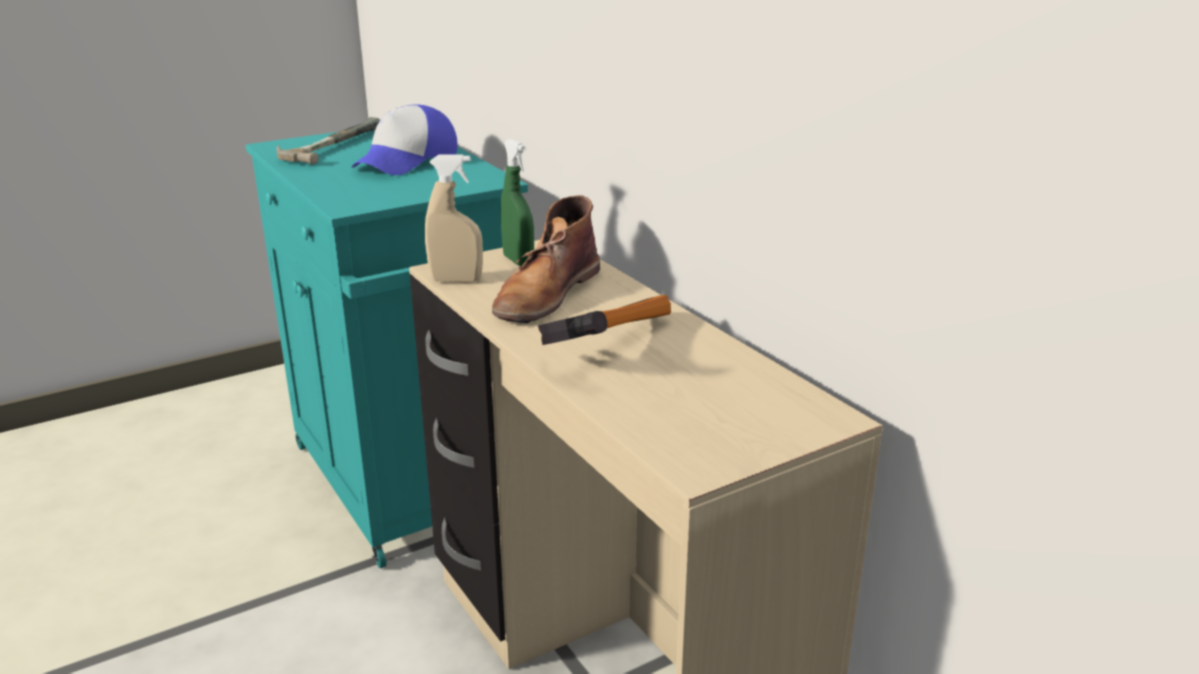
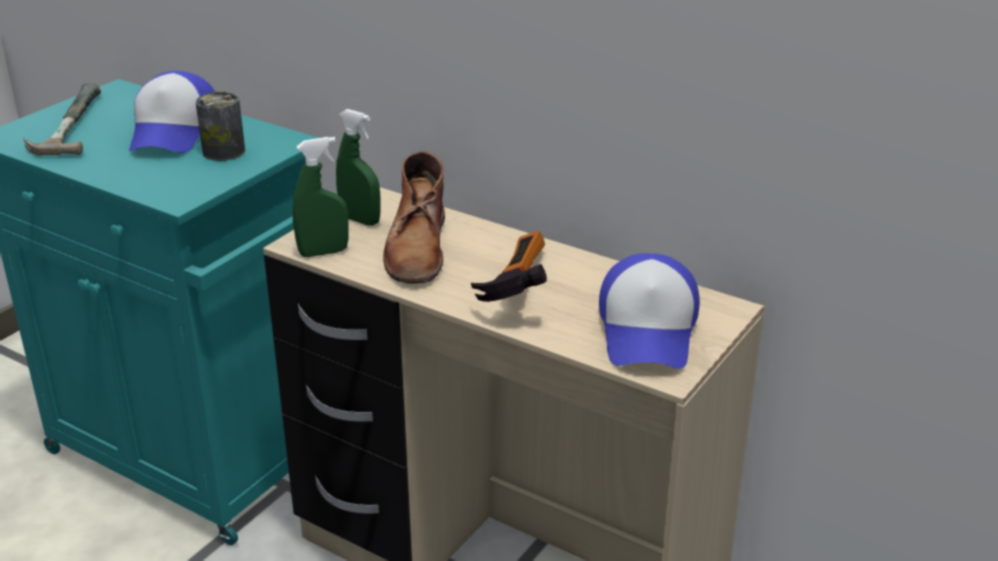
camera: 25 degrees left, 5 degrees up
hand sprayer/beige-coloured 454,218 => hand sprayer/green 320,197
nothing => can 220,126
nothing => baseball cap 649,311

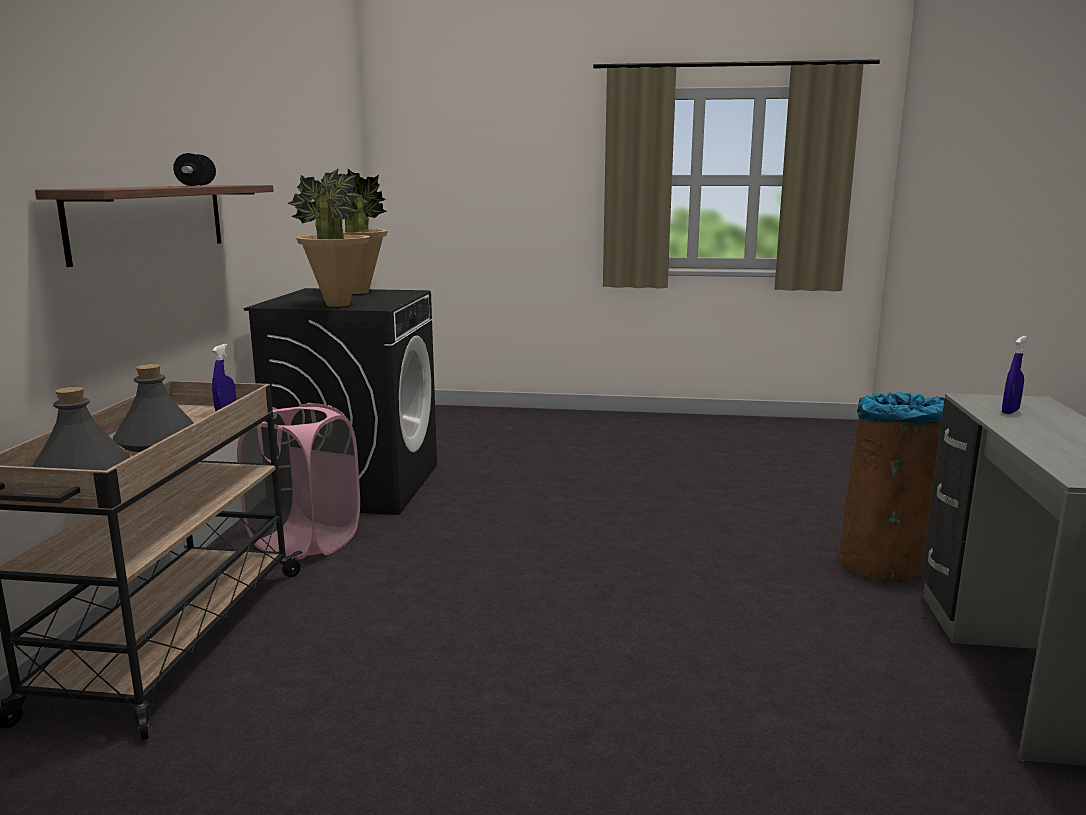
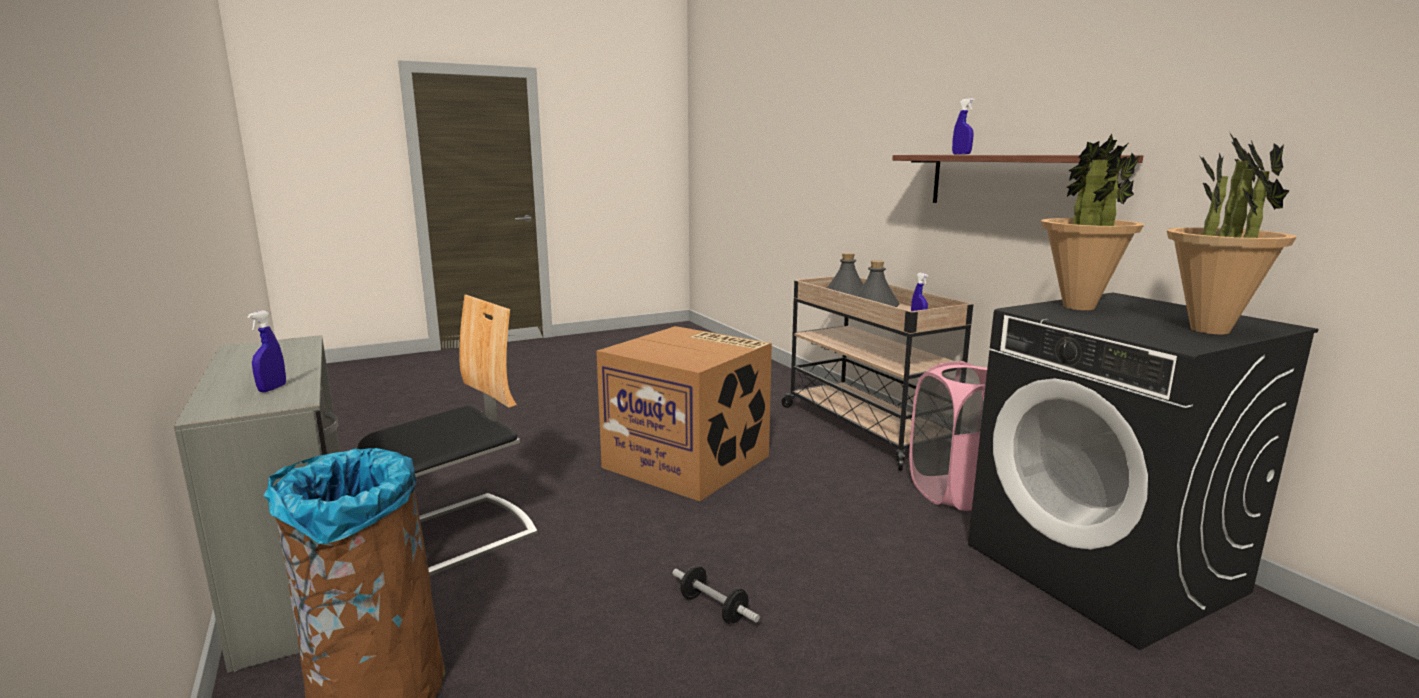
camera: 145 degrees right, 0 degrees up
free weight 194,169 => free weight 716,595, move
nothing => hand sprayer/bluish 963,126
nothing => plain chair 447,435
nothing => packing box 684,413

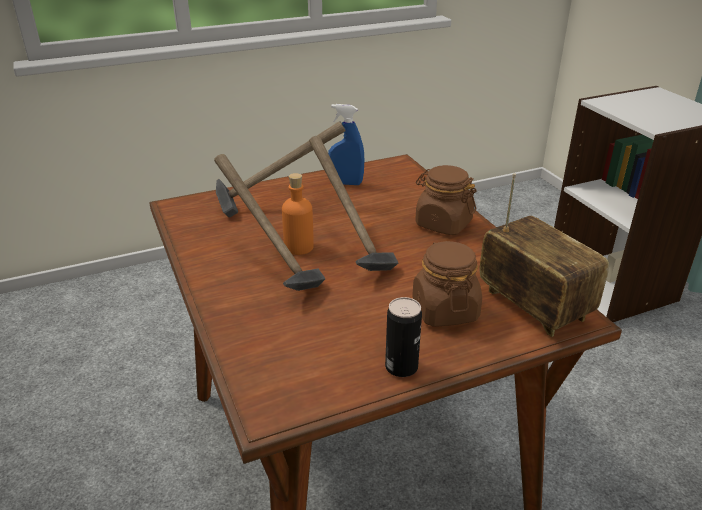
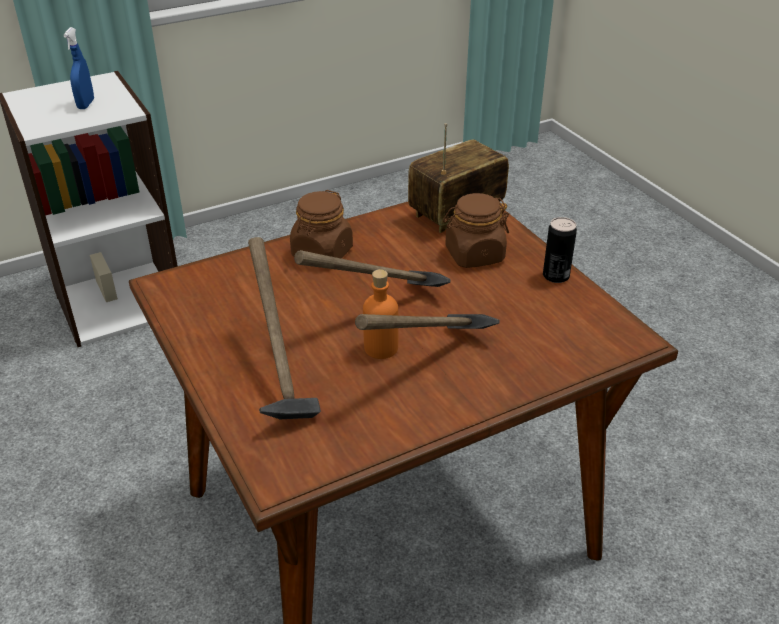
camera: 95 degrees left, 5 degrees up
hand sprayer/bluish 346,144 => hand sprayer/bluish 78,68, move

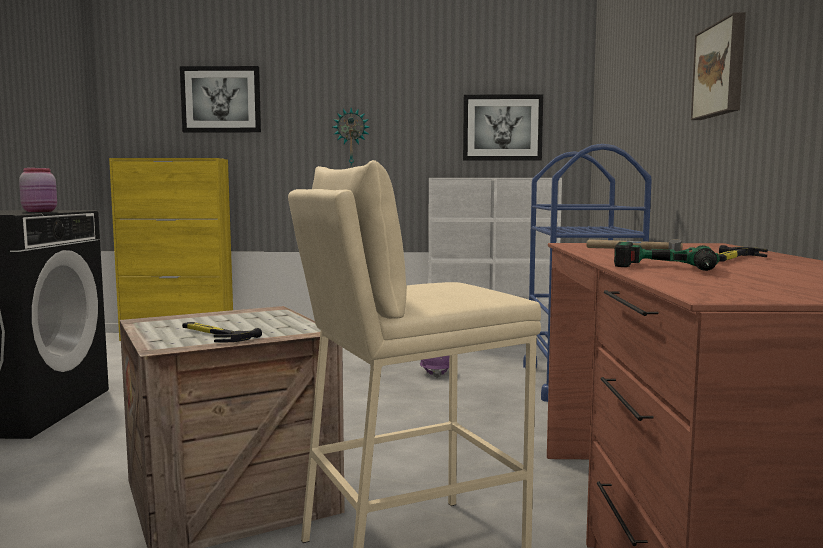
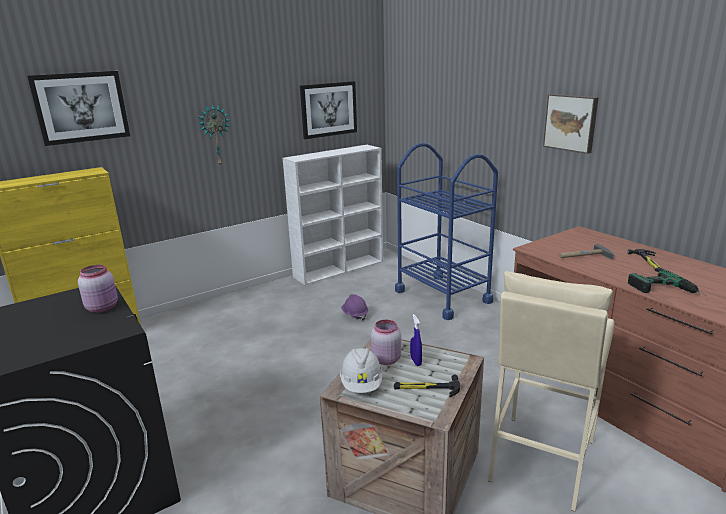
camera: 35 degrees left, 15 degrees up
nothing => hand sprayer/bluish 416,340
nothing => storage jar/pink-coloured 386,342
nothing => safety helmet/whitish 361,370

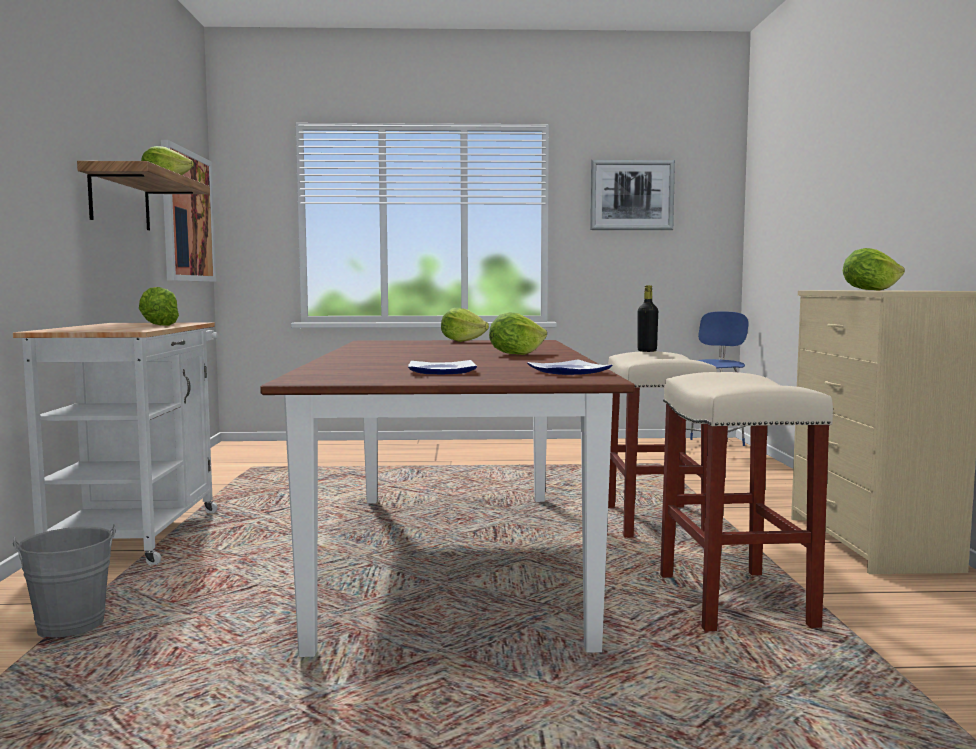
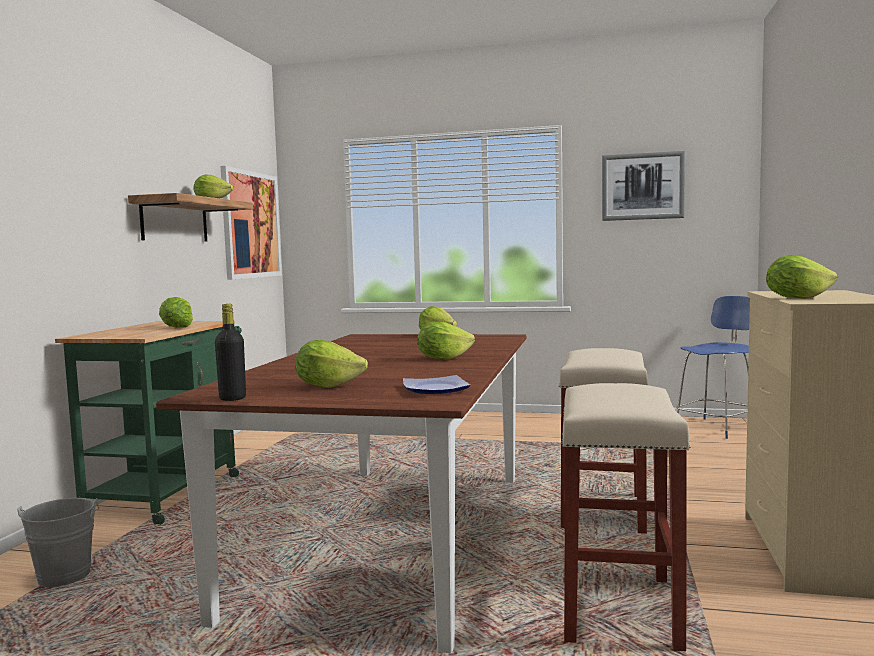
camera: 15 degrees right, 0 degrees up
beverage bottle/black 647,318 => beverage bottle/black 230,352, move
cart/whitish 115,443 => cart/green 148,423
dinner plate 442,367 => head of lettuce 331,364

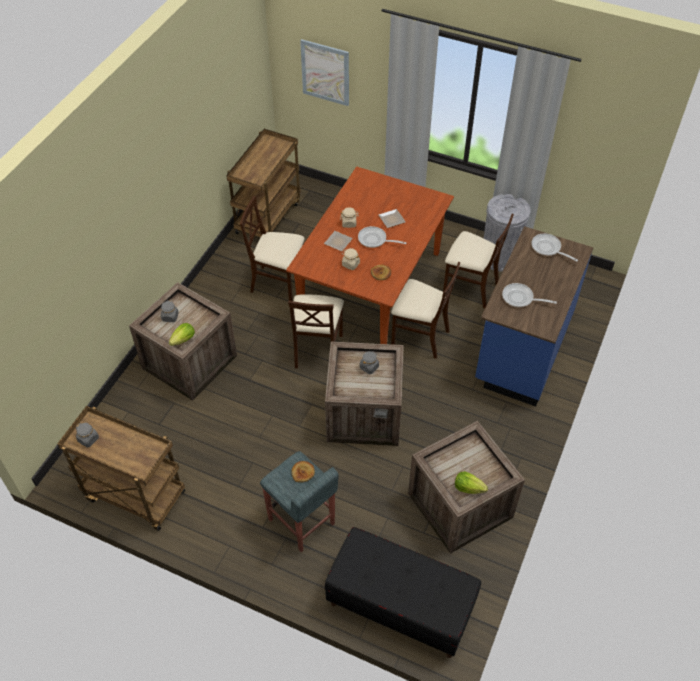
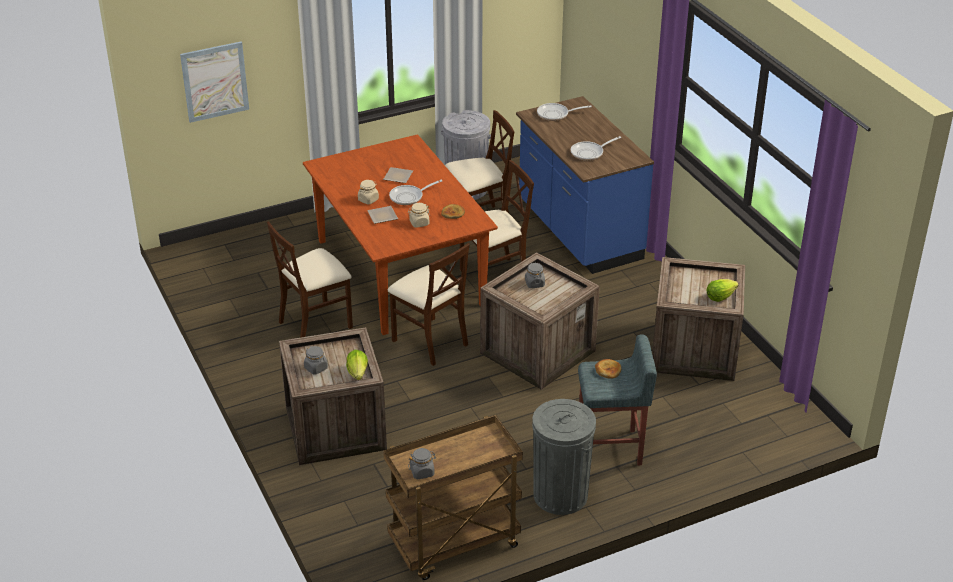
camera: 50 degrees left, 15 degrees down
cart/brownish 263,183 => nothing
indoor bench/black 403,592 => nothing
nothing => trash can/gray 564,457

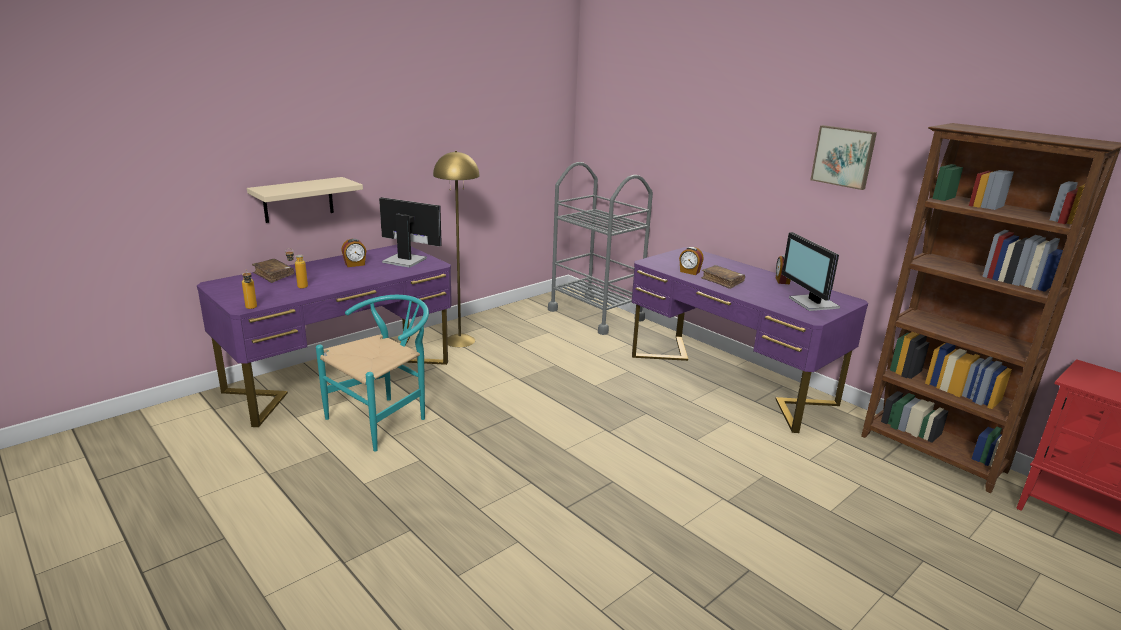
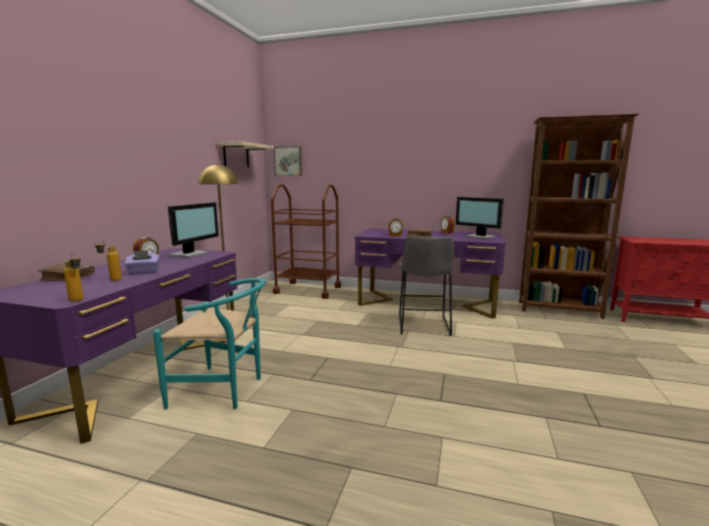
camera: 30 degrees left, 10 degrees down
wall picture 843,157 => wall picture 288,161, move
cart/gray 600,248 => cart/brownish 306,241
shelf/beige-coloured 305,200 => shelf/beige-coloured 246,154, move
monitor 410,232 => monitor 193,230, 120 degrees clockwise
plain chair/turquoise-coloured 372,373 => plain chair/turquoise-coloured 209,344, 90 degrees clockwise
nothing => stool/gray 426,286
nothing => tissue box/purple-coloured 142,262

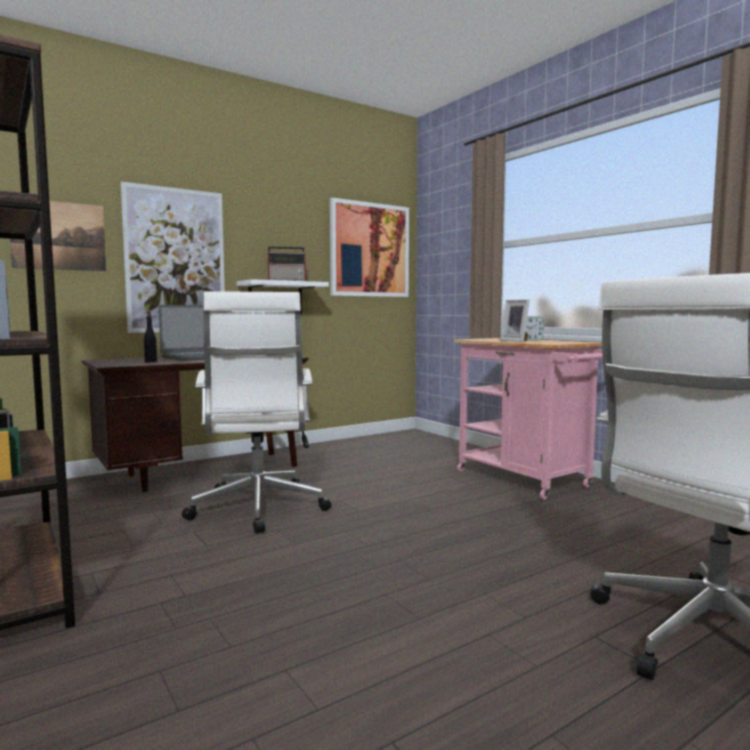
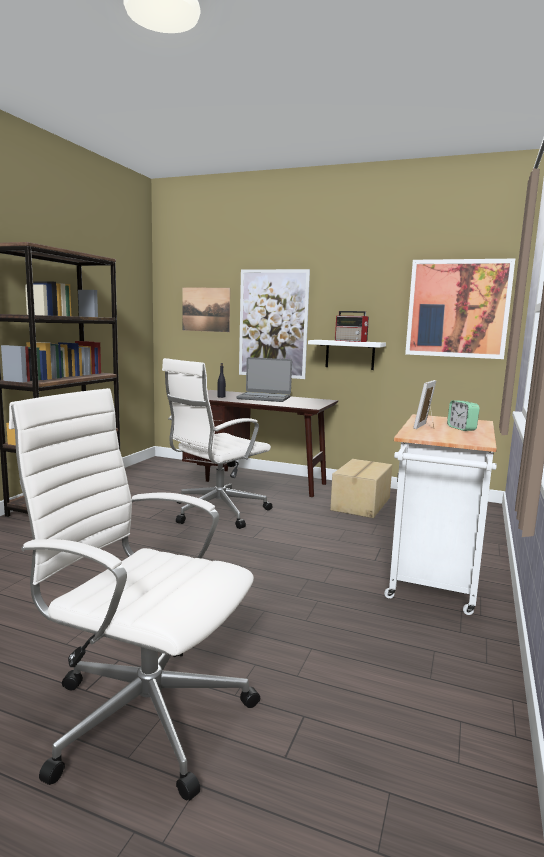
camera: 55 degrees right, 5 degrees up
cart/pink-coloured 528,419 => cart/whitish 440,514
nothing => packing box 361,488

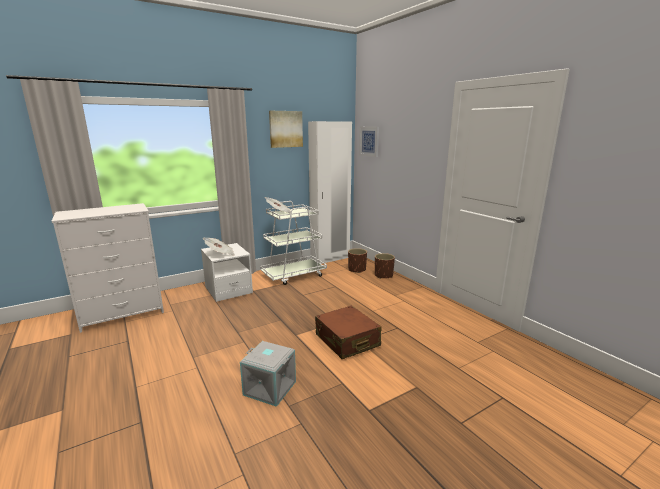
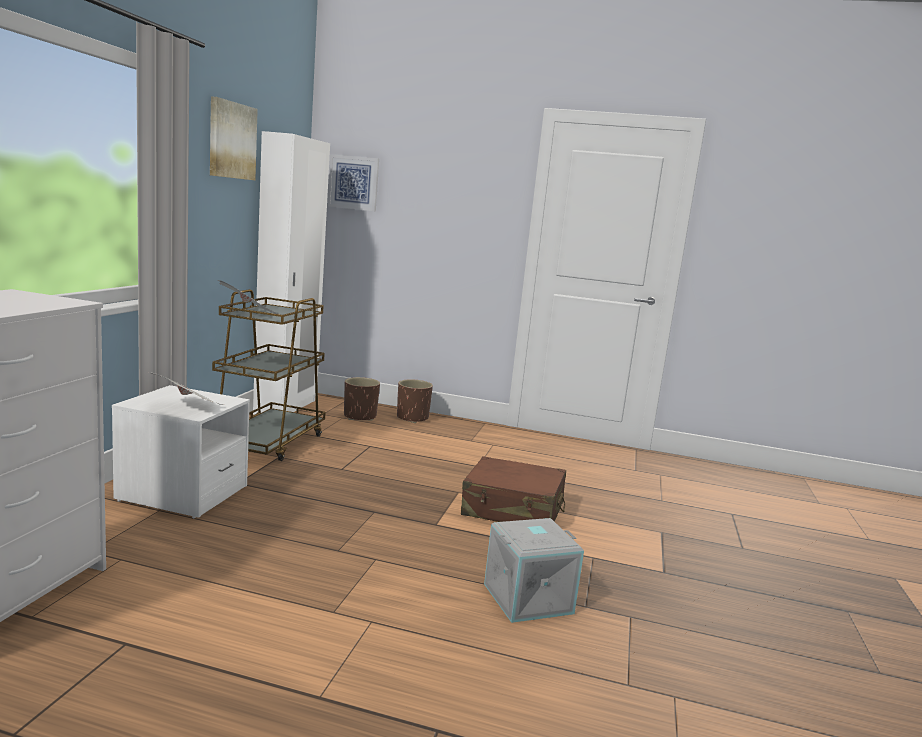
camera: 45 degrees left, 5 degrees down
cart/whitish 293,243 => cart/brownish 269,375

